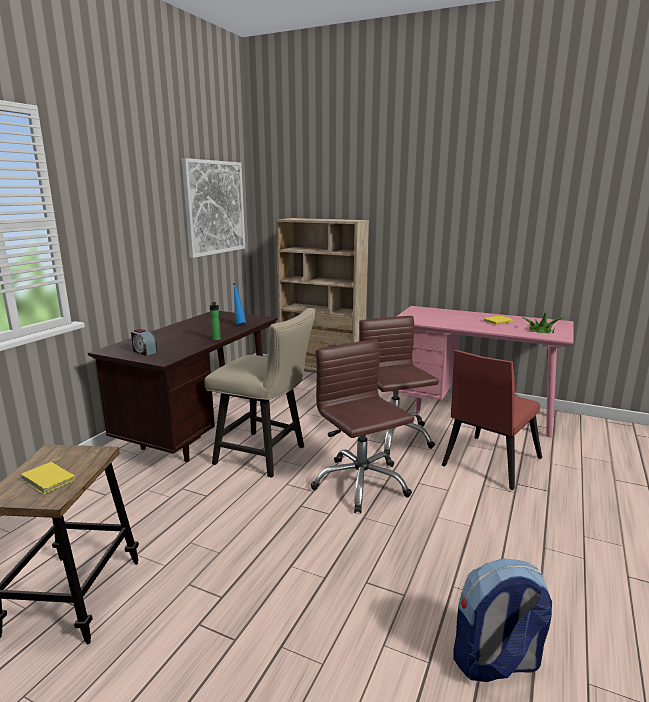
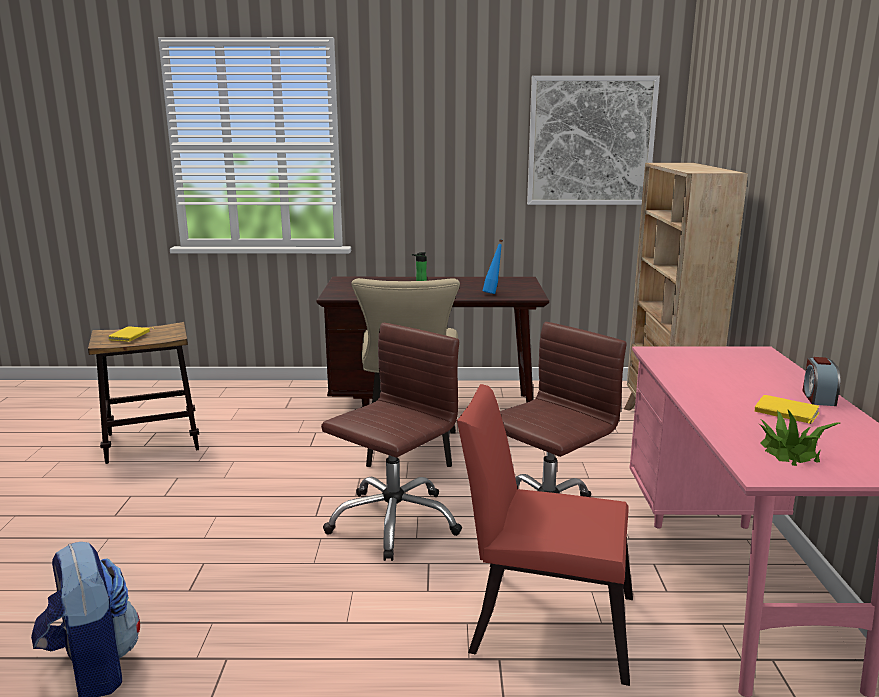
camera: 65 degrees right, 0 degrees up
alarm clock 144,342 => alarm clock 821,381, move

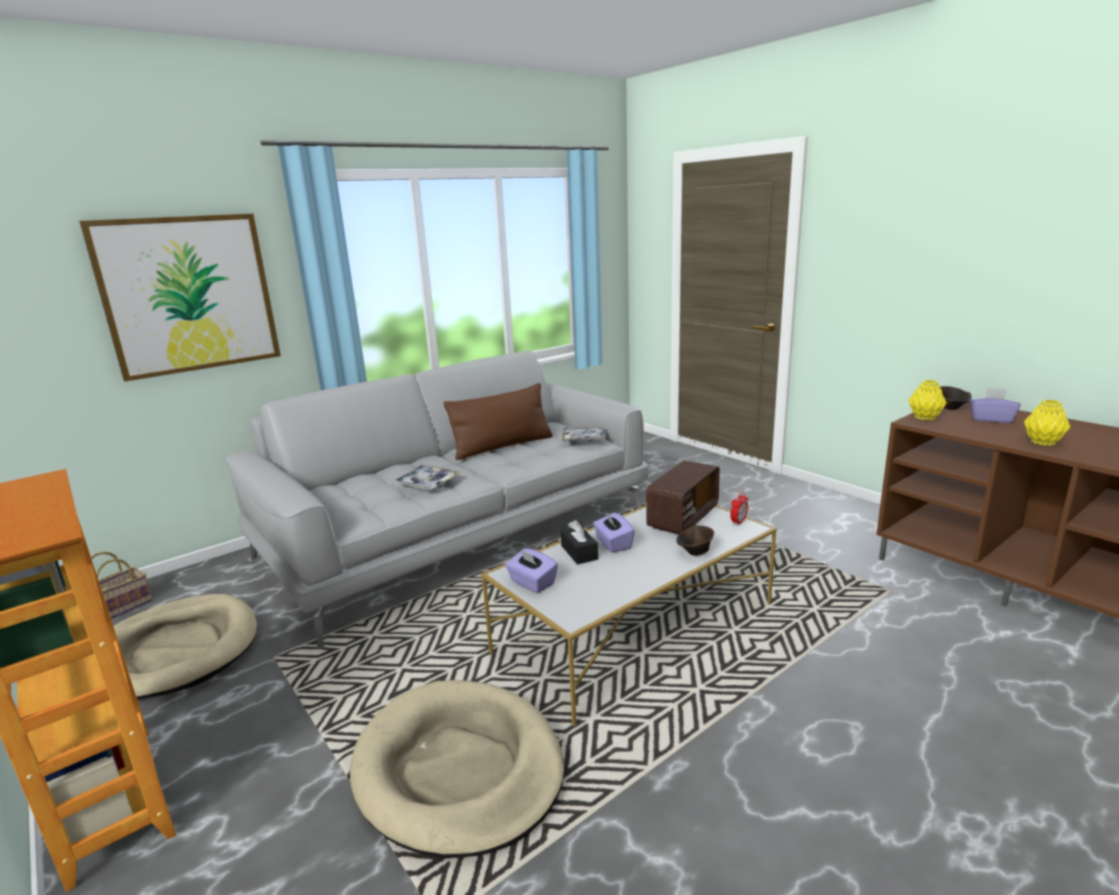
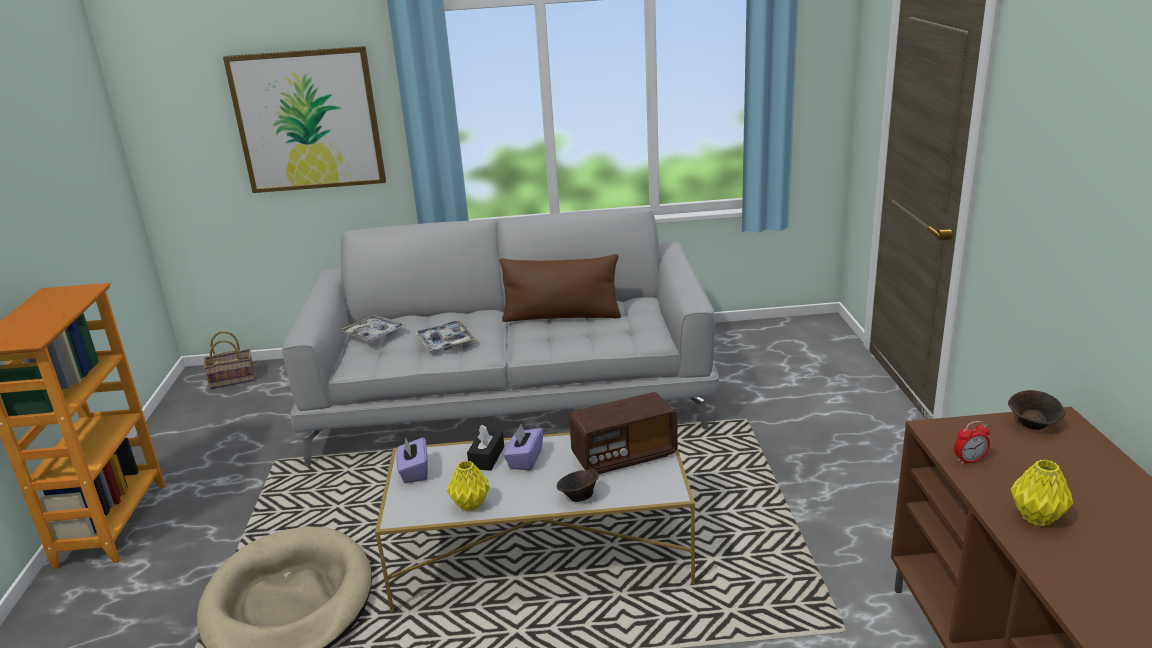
camera: 35 degrees right, 5 degrees up
flower vase/yellow-coloured 928,400 => flower vase/yellow-coloured 468,485, move
tissue box/purple-coloured 995,405 => nothing
carrying tray 583,434 => carrying tray 373,328, move
alarm clock 739,509 => alarm clock 972,443, move
dog bed/beige-coloured 185,647 => nothing

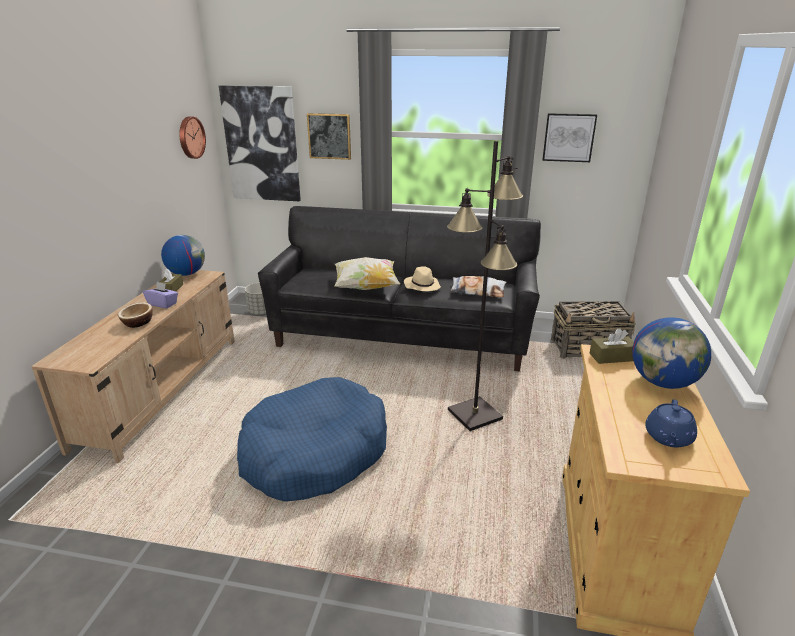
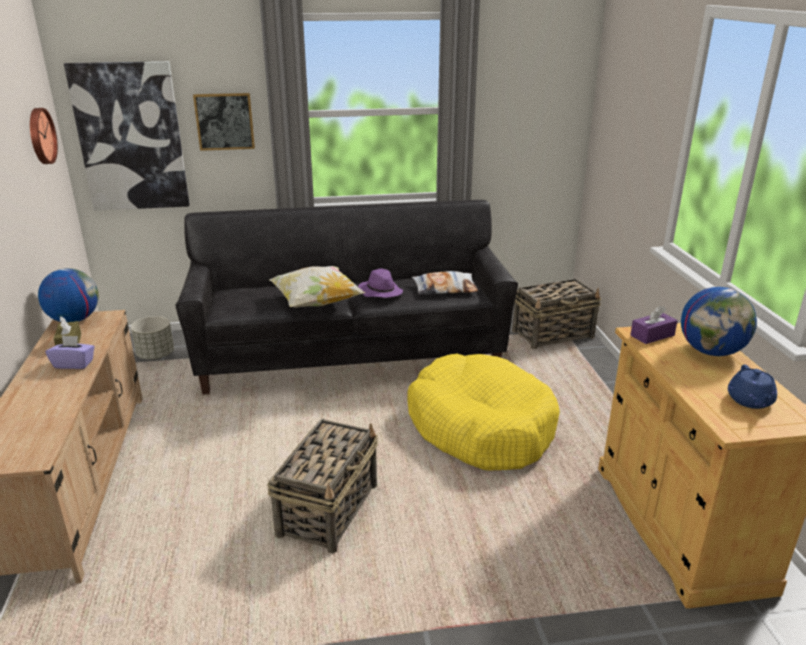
camera: 20 degrees left, 0 degrees up
wall picture 570,137 => nothing
floor lamp/black 485,286 => dog bed/yellow-coloured 484,412
wearable hat/beige-coloured 422,278 => wearable hat/purple-coloured 380,283
bowl 135,315 => nothing
tissue box/brownish 612,346 => tissue box/purple-coloured 654,324
dog bed/bluish 312,439 => storage basket 322,486

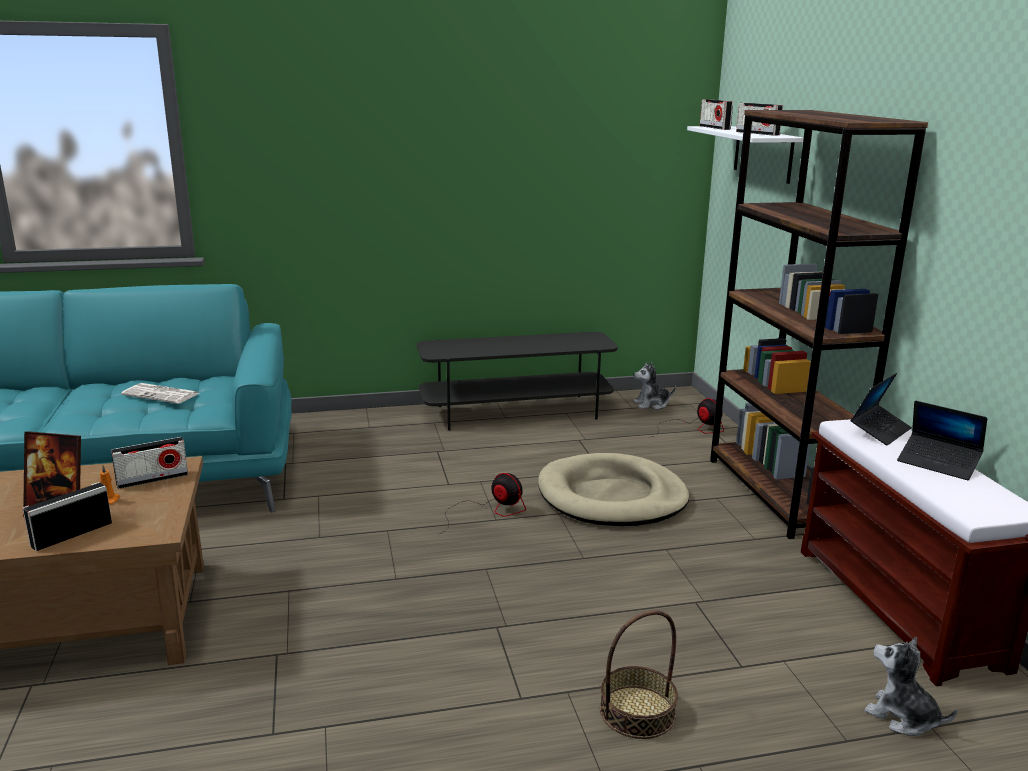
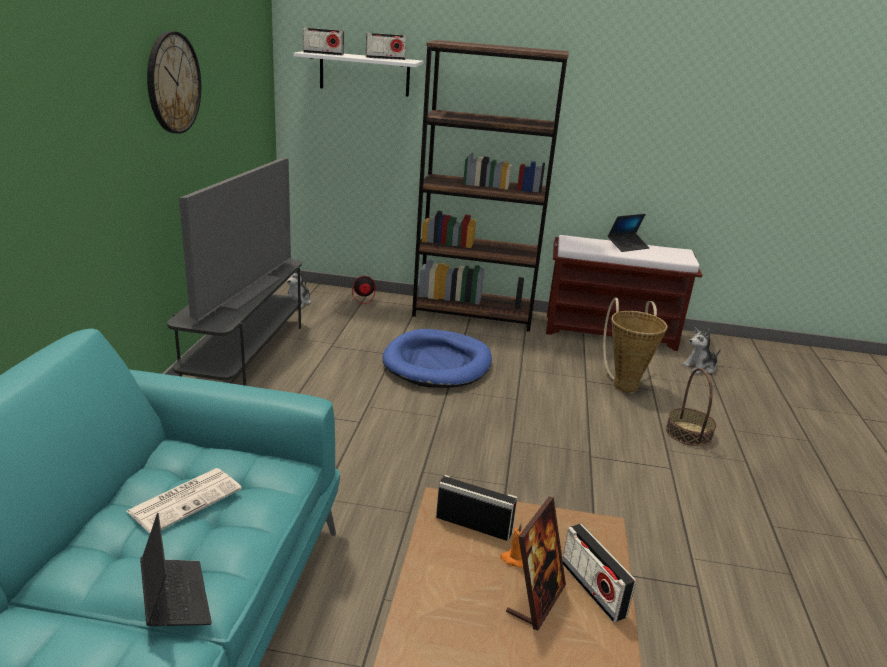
camera: 70 degrees left, 5 degrees up
notebook computer 881,409 => notebook computer 176,569, move
radio set 149,463 => radio set 476,508, 60 degrees counterclockwise
dog bed/beige-coloured 613,489 => dog bed/bluish 437,358
fan 483,503 => nothing
nothing => clock on the wall 174,82
nothing => TV set 235,239
nothing => storage basket 635,345

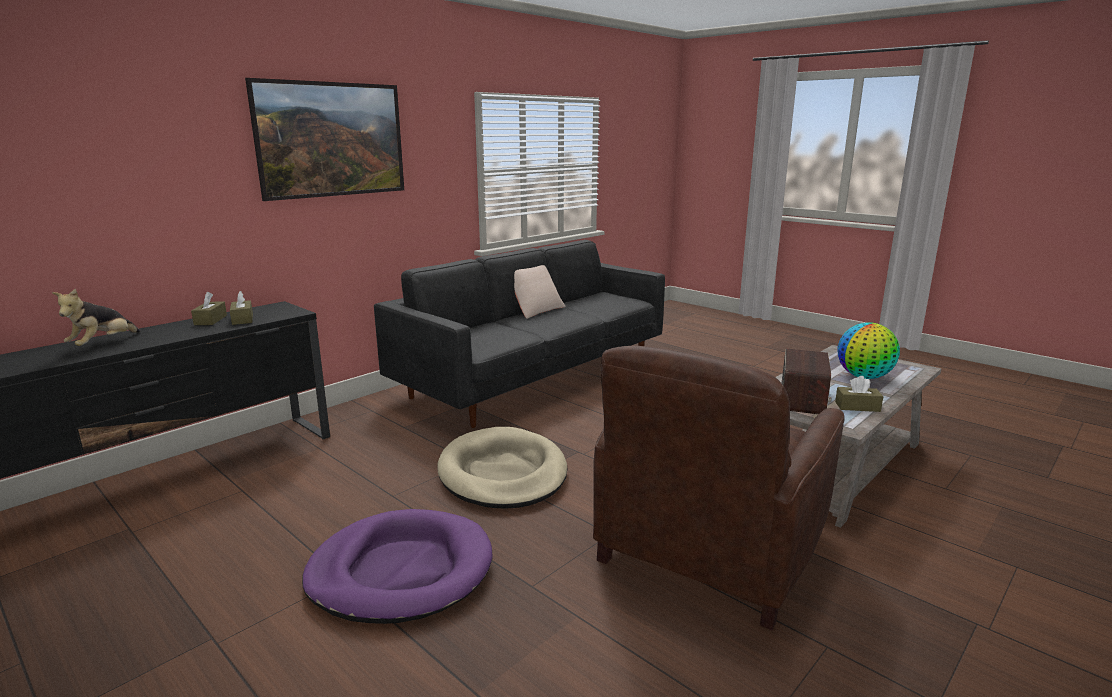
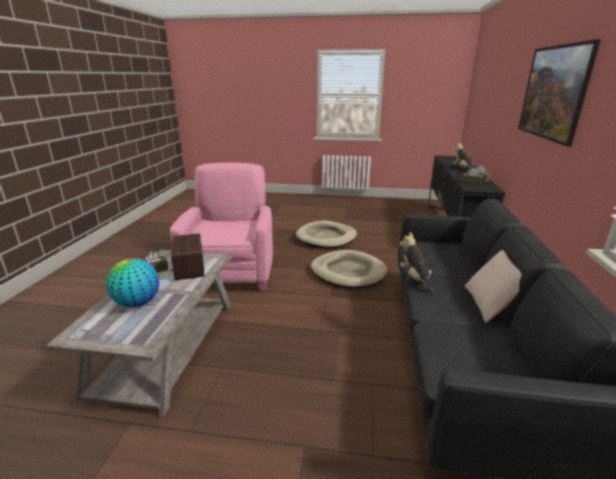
camera: 145 degrees right, 5 degrees up
lounge chair/brownish 718,487 => lounge chair/pink-coloured 221,227
dog bed/purple-coloured 397,566 => dog bed/beige-coloured 326,234
nothing => plush toy 417,263

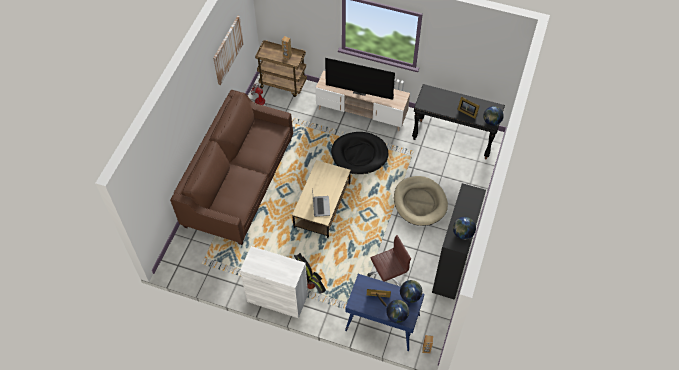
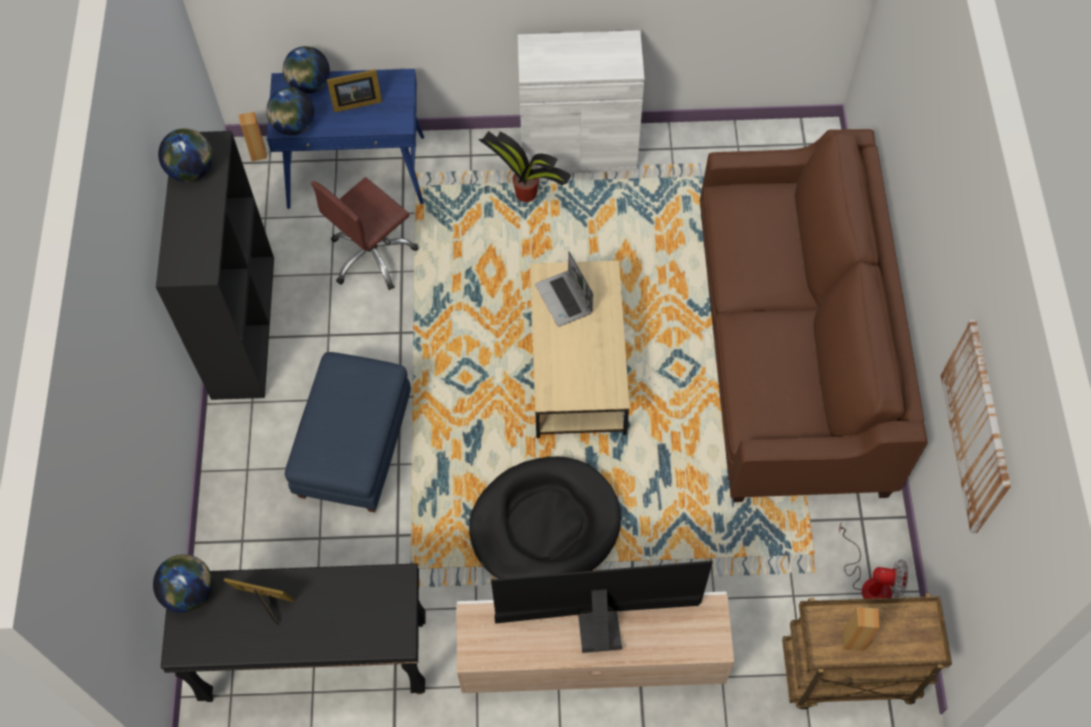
camera: 160 degrees right, 5 degrees up
dog bed/beige-coloured 421,201 => pouffe/bluish 348,432

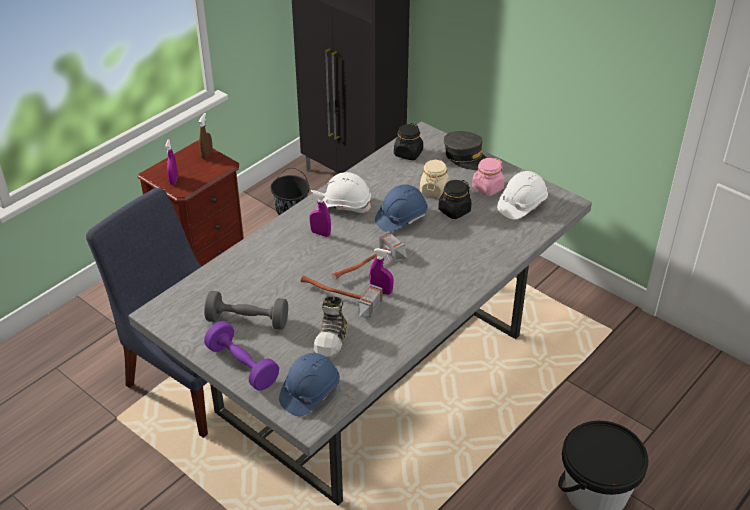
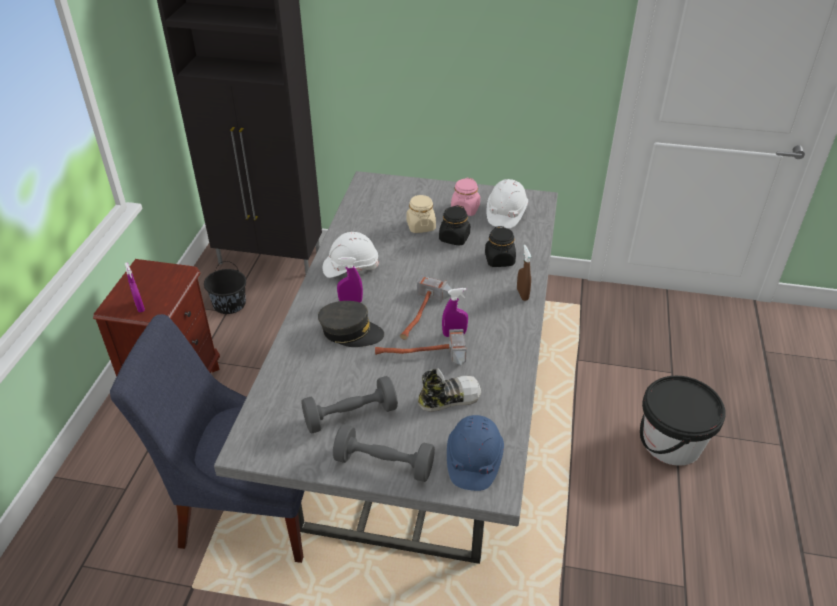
camera: 30 degrees left, 0 degrees up
hand sprayer/brownish 206,136 => hand sprayer/brownish 524,273, move
storage jar/black 408,141 => storage jar/black 500,246, move
baseball cap/gray 465,150 => baseball cap/gray 351,324, move
safety helmet/bluish 401,208 => nothing
low shoe 330,328 => low shoe 449,390, 90 degrees counterclockwise
free weight/purple-coloured 241,356 => free weight/gray 384,453

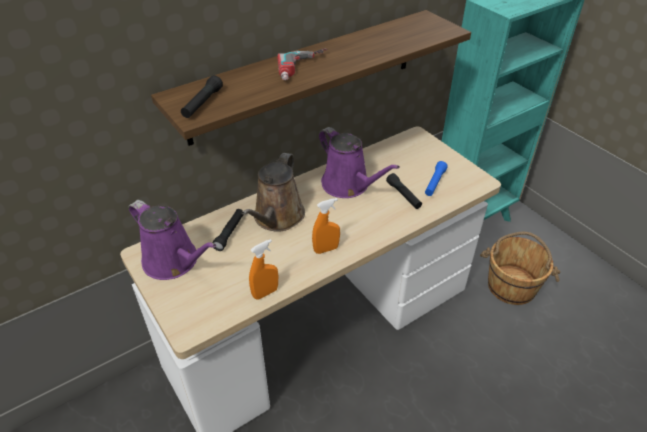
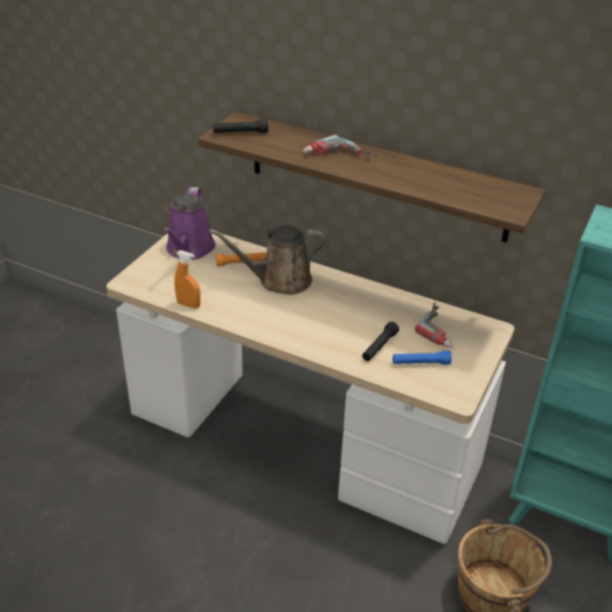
camera: 60 degrees right, 5 degrees down
sprinkling can/purple-coloured 359,162 => nothing
hand sprayer/orangey 326,226 => nothing
flashlight/black 227,230 => flashlight/orangey 241,259
nothing => electric drill 434,325

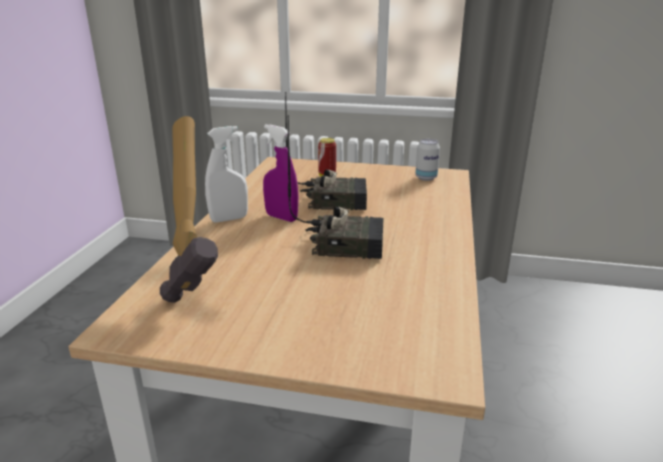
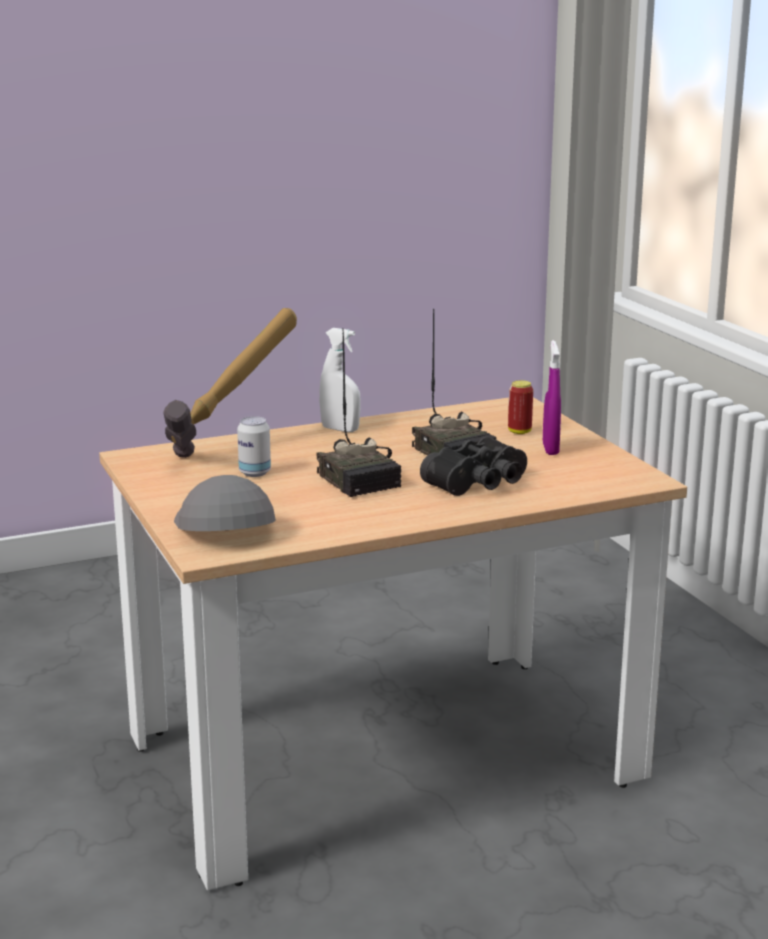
camera: 55 degrees right, 5 degrees down
hand sprayer/purple-coloured 280,173 => hand sprayer/purple-coloured 552,397, move
can 427,160 => can 254,446, move
nothing => field glasses/black 473,466
nothing => baseball cap/gray 225,503

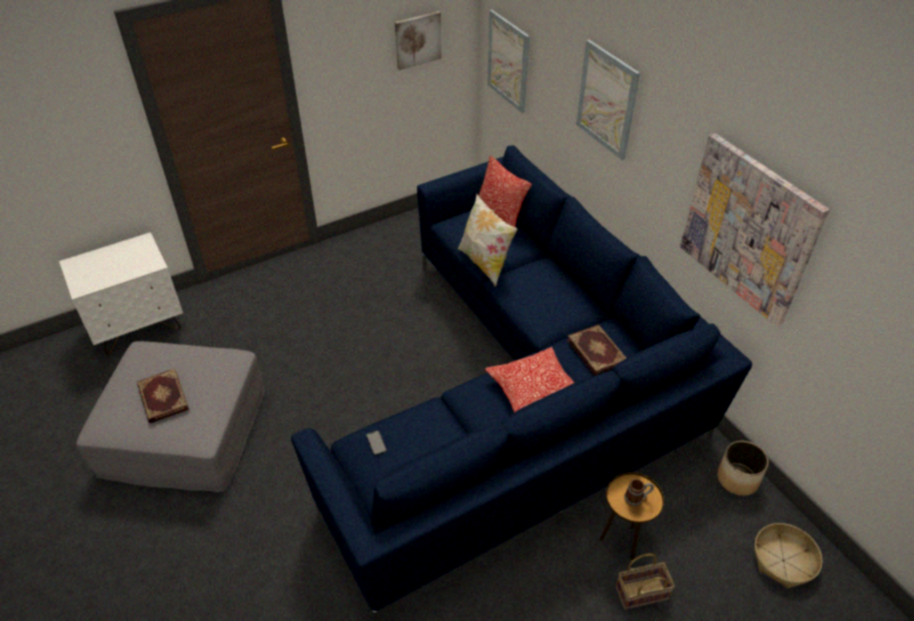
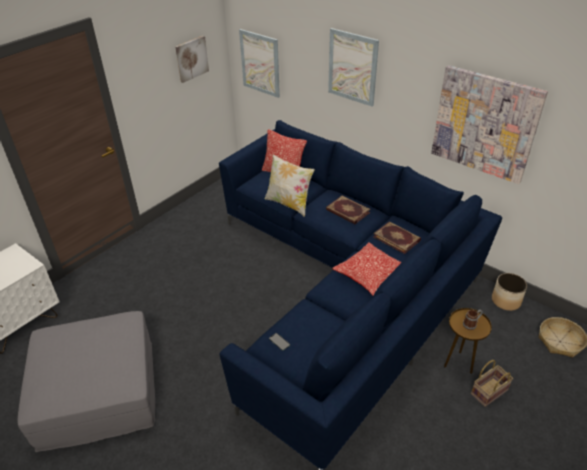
camera: 20 degrees left, 5 degrees down
volume 163,395 => volume 348,210, move

